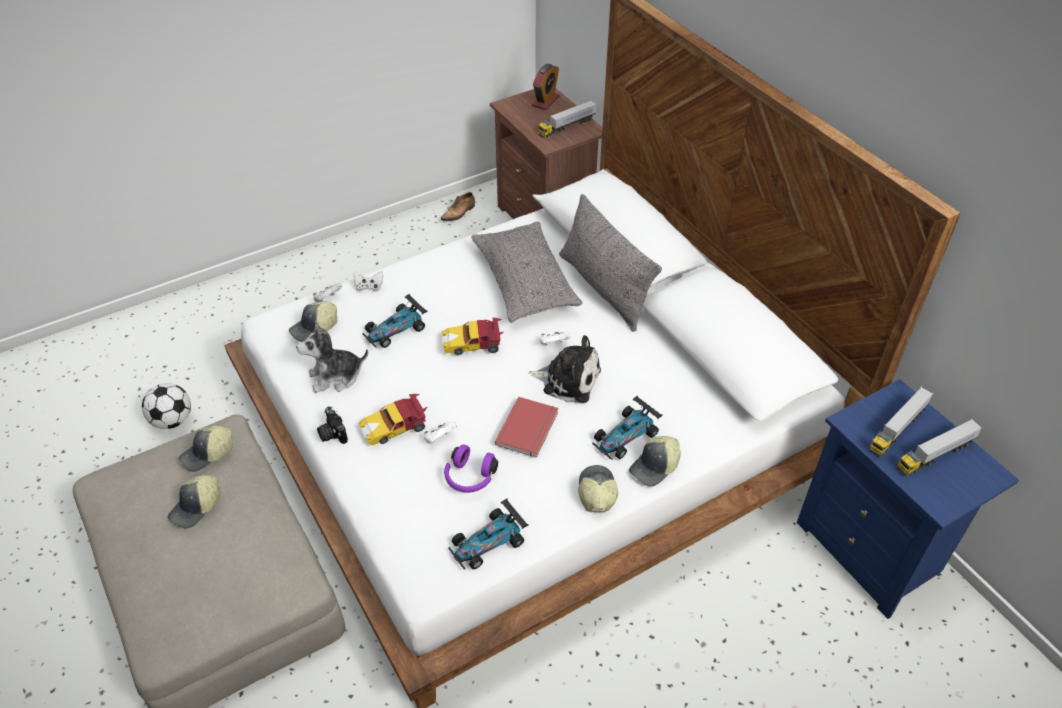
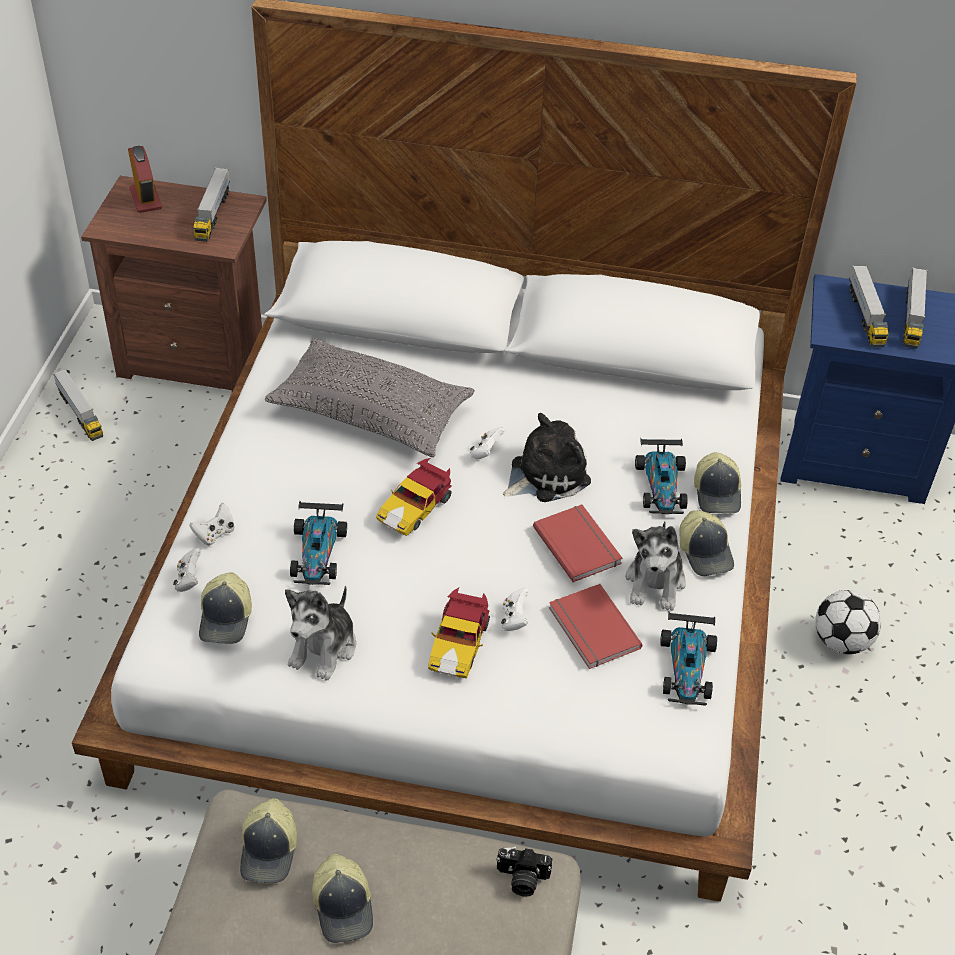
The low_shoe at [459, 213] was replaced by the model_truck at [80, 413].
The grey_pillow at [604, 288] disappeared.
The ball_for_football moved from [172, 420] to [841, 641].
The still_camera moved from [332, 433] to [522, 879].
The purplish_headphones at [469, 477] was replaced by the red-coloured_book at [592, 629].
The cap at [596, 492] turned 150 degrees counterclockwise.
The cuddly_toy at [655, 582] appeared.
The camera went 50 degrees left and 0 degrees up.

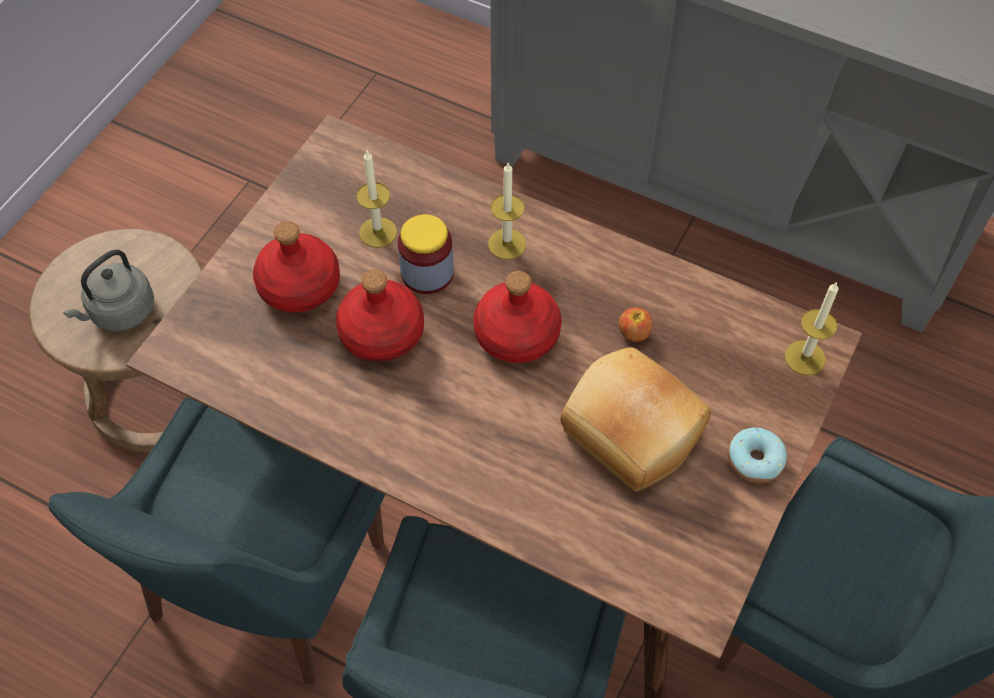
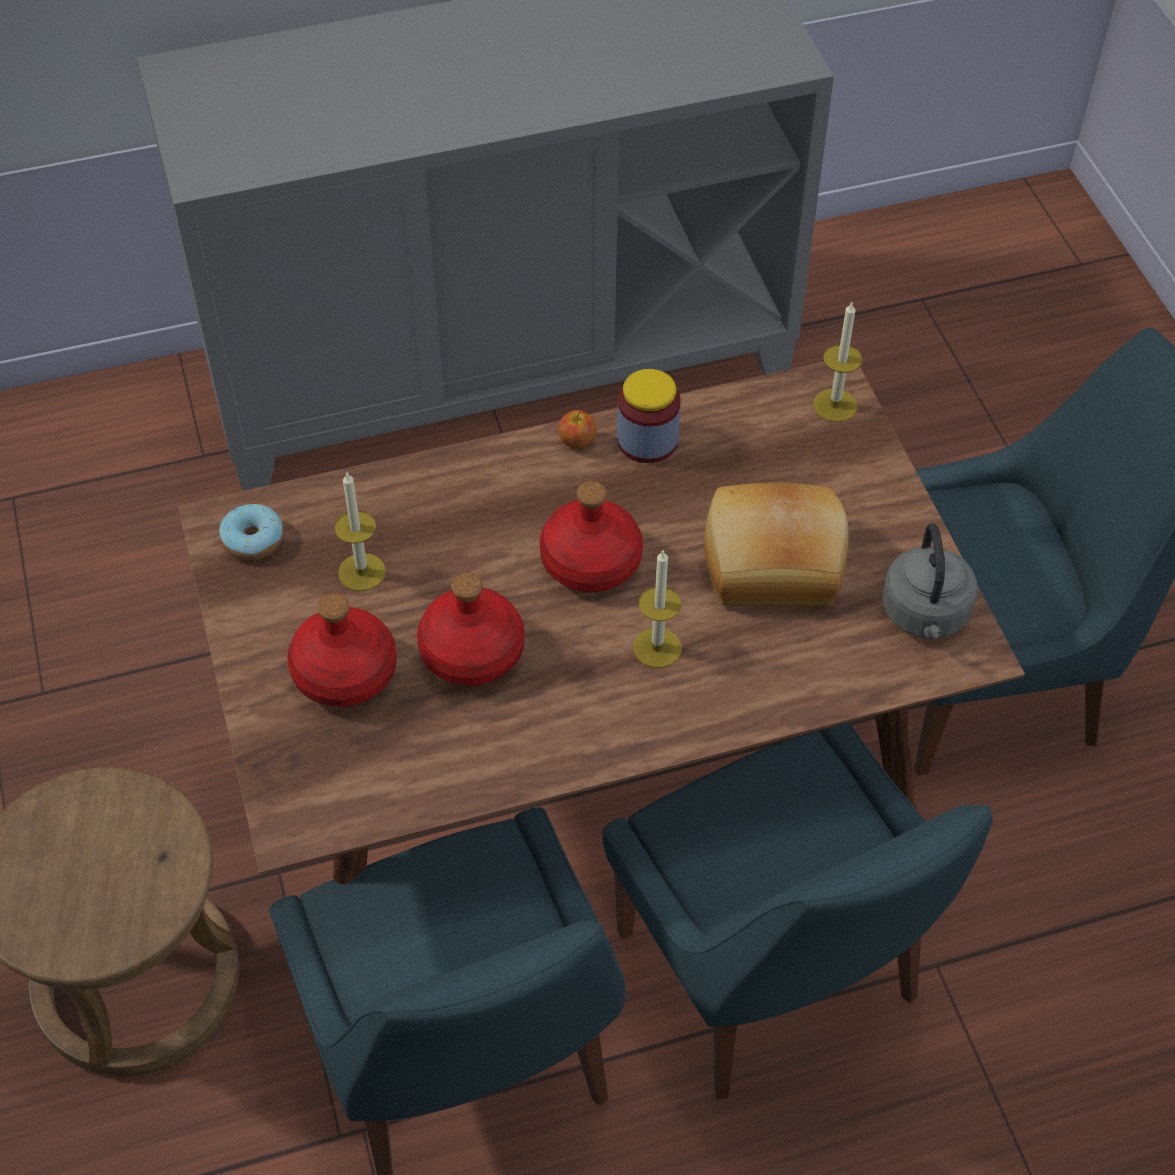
The wax_light moved from [507, 244] to [657, 648].
The preserve_jar moved from [427, 273] to [647, 440].
The grey_kettle moved from [120, 312] to [925, 615].
The whole_apple moved from [634, 333] to [577, 441].
The ring_doughnut moved from [755, 460] to [253, 540].
The camera went 45 degrees left and 5 degrees down.

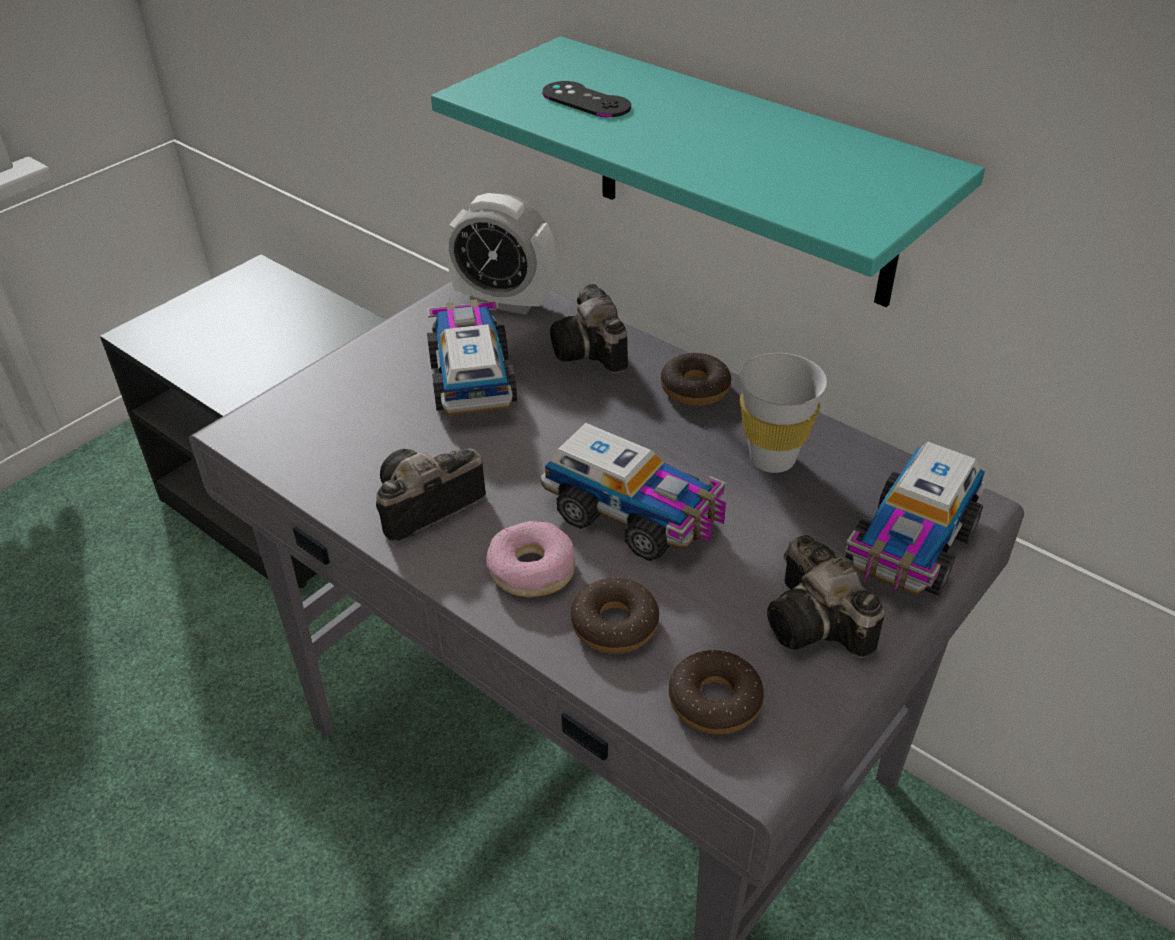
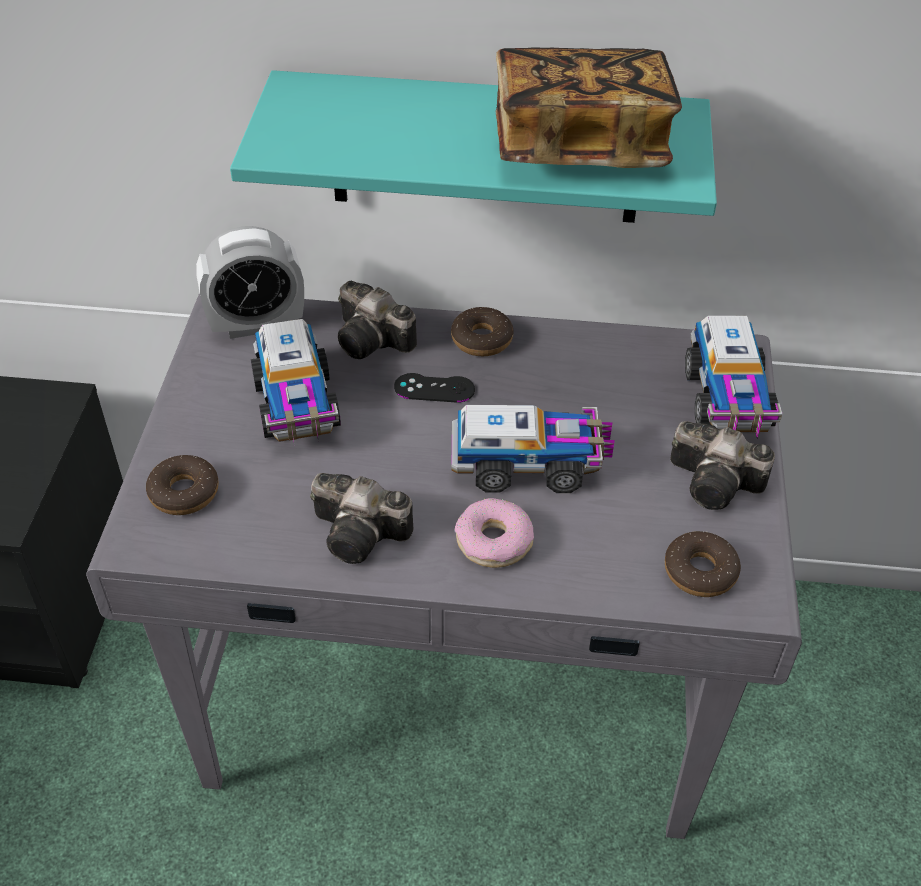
The black-coloured_joypad moved from [586, 100] to [434, 388].
The model_truck at [472, 378] turned 150 degrees counterclockwise.
The whitish_small_cup at [772, 459] disappeared.
The still_camera at [422, 508] turned 90 degrees counterclockwise.
The ring_doughnut moved from [614, 625] to [184, 492].
The book at [579, 145] appeared.
The camera went 35 degrees left and 5 degrees up.

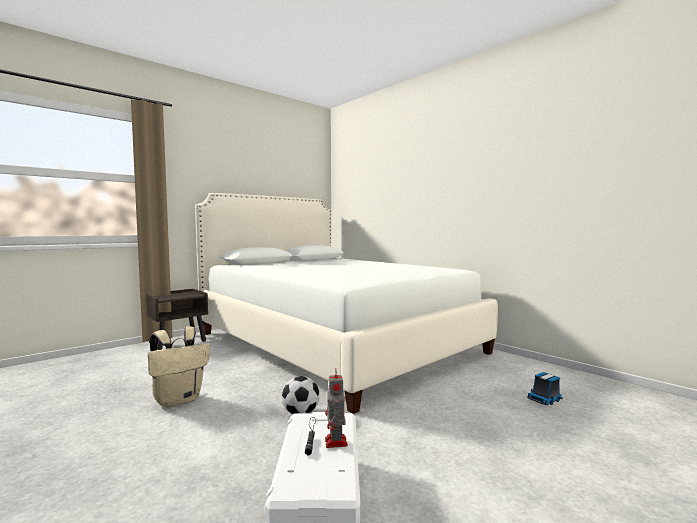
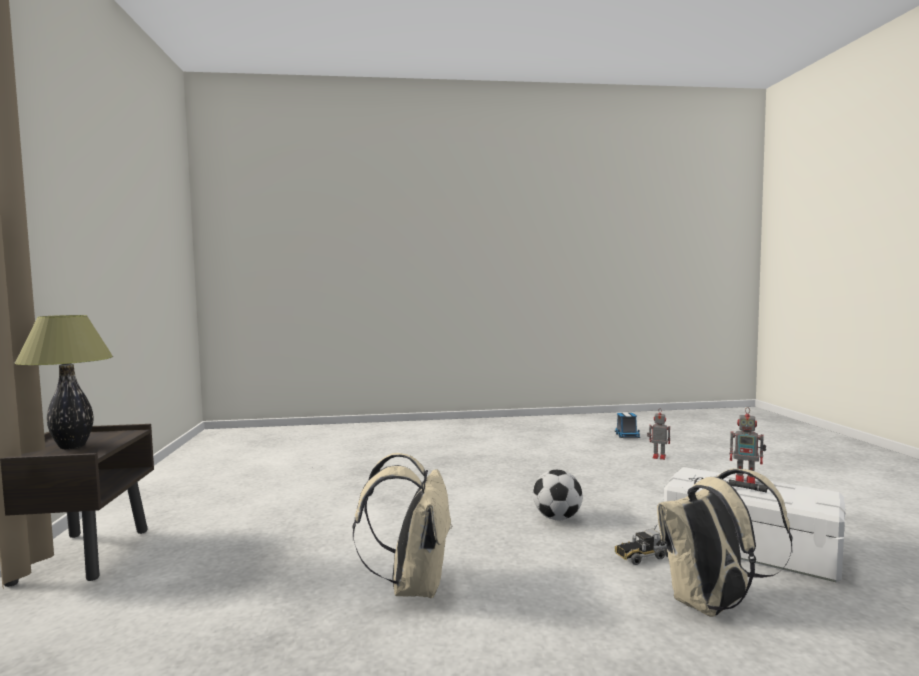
The whitish_sleeping_bed at [334, 342] disappeared.
The table_lamp at [73, 446] appeared.
The toy_robot at [658, 457] appeared.
The beige-coloured_rucksack at [712, 606] appeared.
The model_truck at [643, 556] appeared.
The camera went 55 degrees left and 0 degrees up.

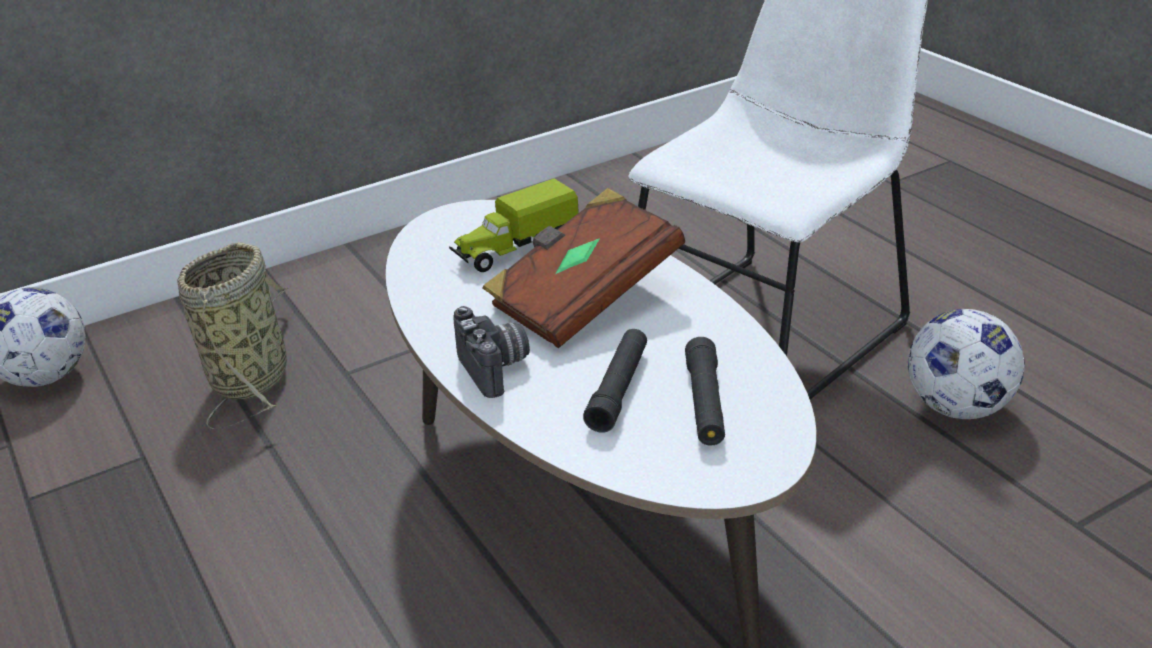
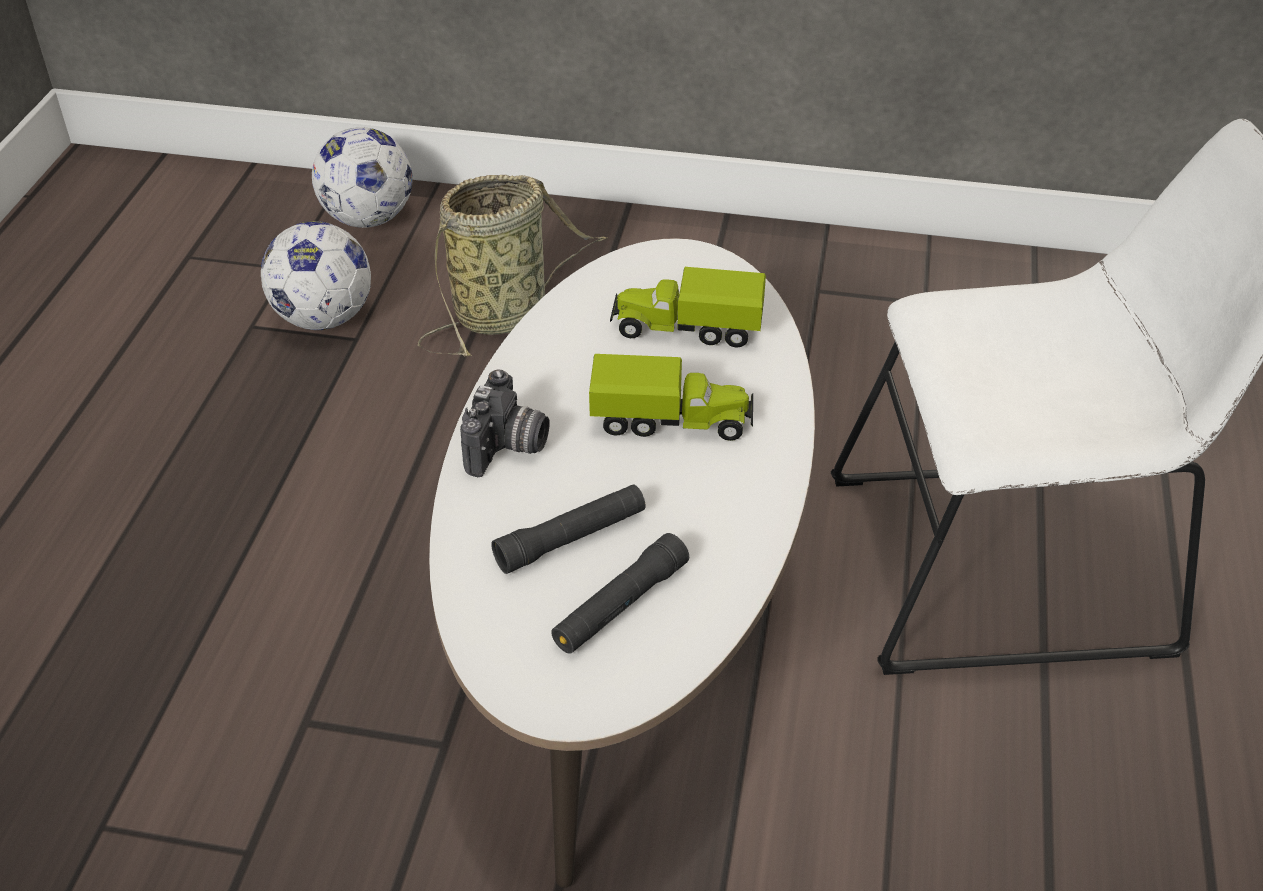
The brown_book at [583, 298] was replaced by the model_truck at [671, 421].
The ball_for_football moved from [958, 407] to [324, 318].
The camera went 40 degrees right and 10 degrees up.

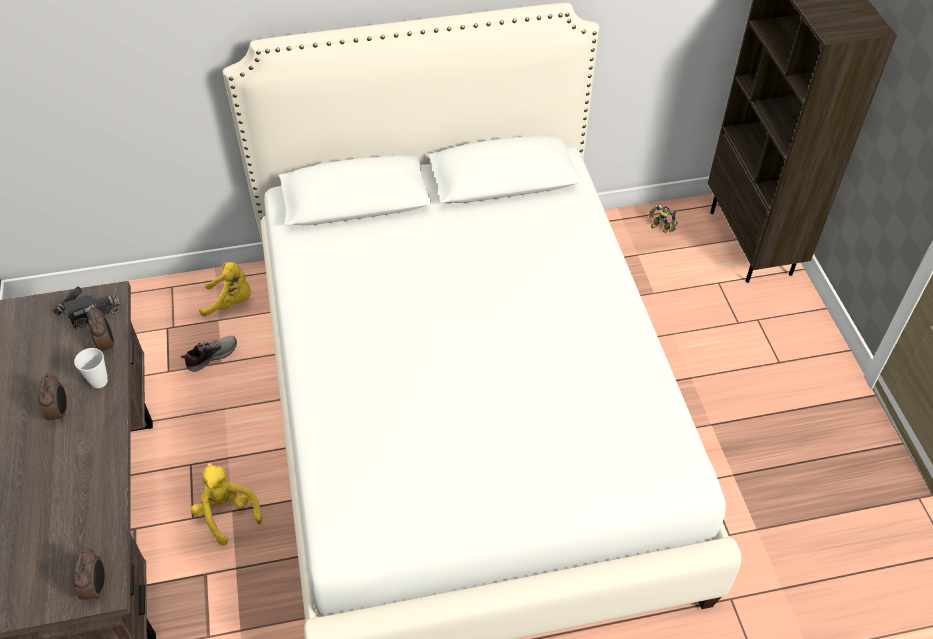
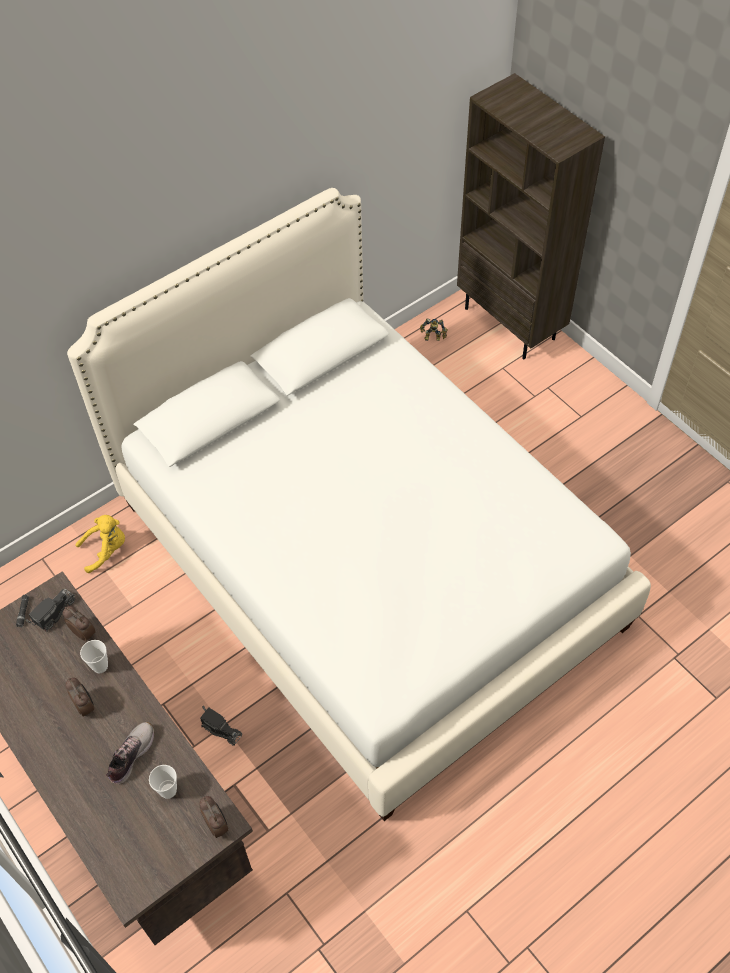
The low_shoe moved from [211, 356] to [130, 755].
The yellow_cuddly_toy at [227, 513] was replaced by the model_truck at [220, 729].
The small_cup at [168, 791] appeared.
The camera went 25 degrees left and 5 degrees up.

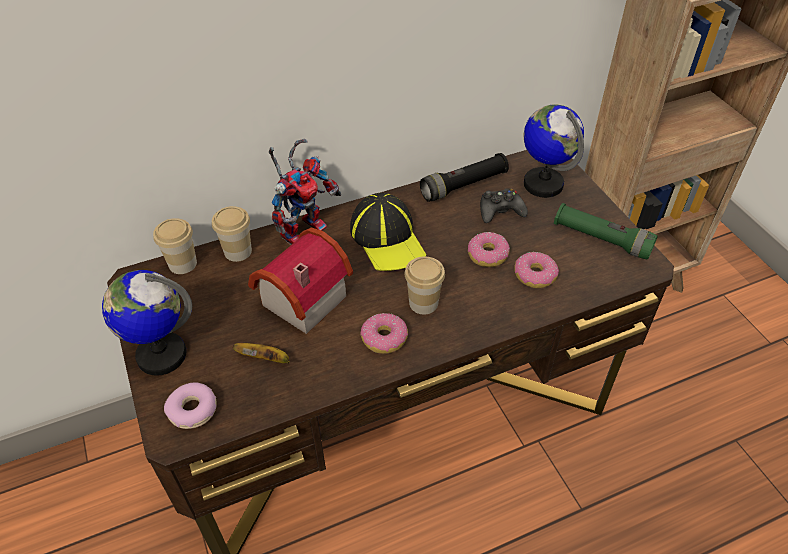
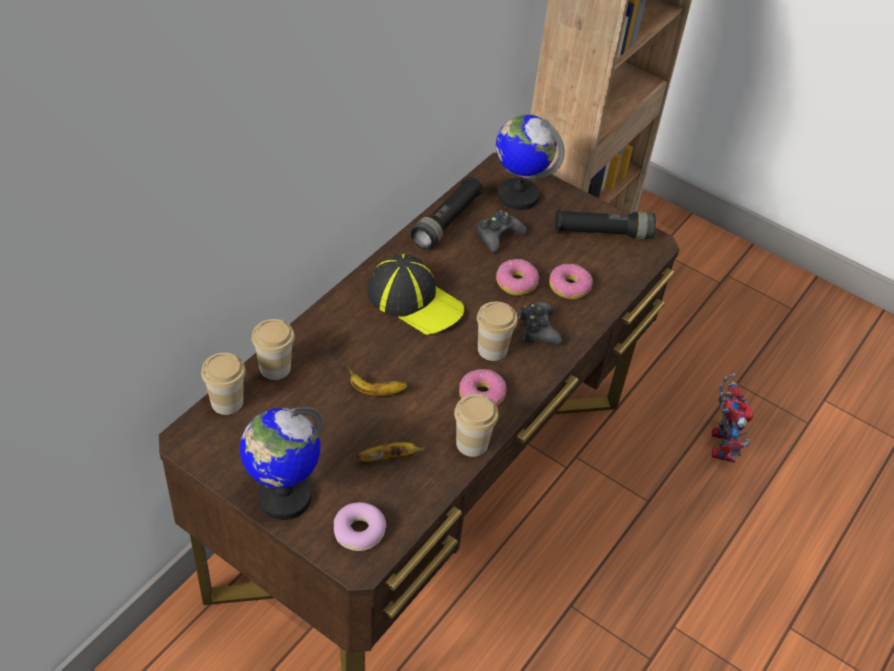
The toy_robot moved from [304, 228] to [719, 442].
The green-coloured_flashlight at [601, 239] became the black-coloured_flashlight at [602, 233].
The miniature_house at [299, 299] was replaced by the banana_fruit at [375, 391].
The black-coloured_joypad at [538, 329] appeared.
The small_cup at [472, 443] appeared.
The camera went 35 degrees left and 0 degrees up.

